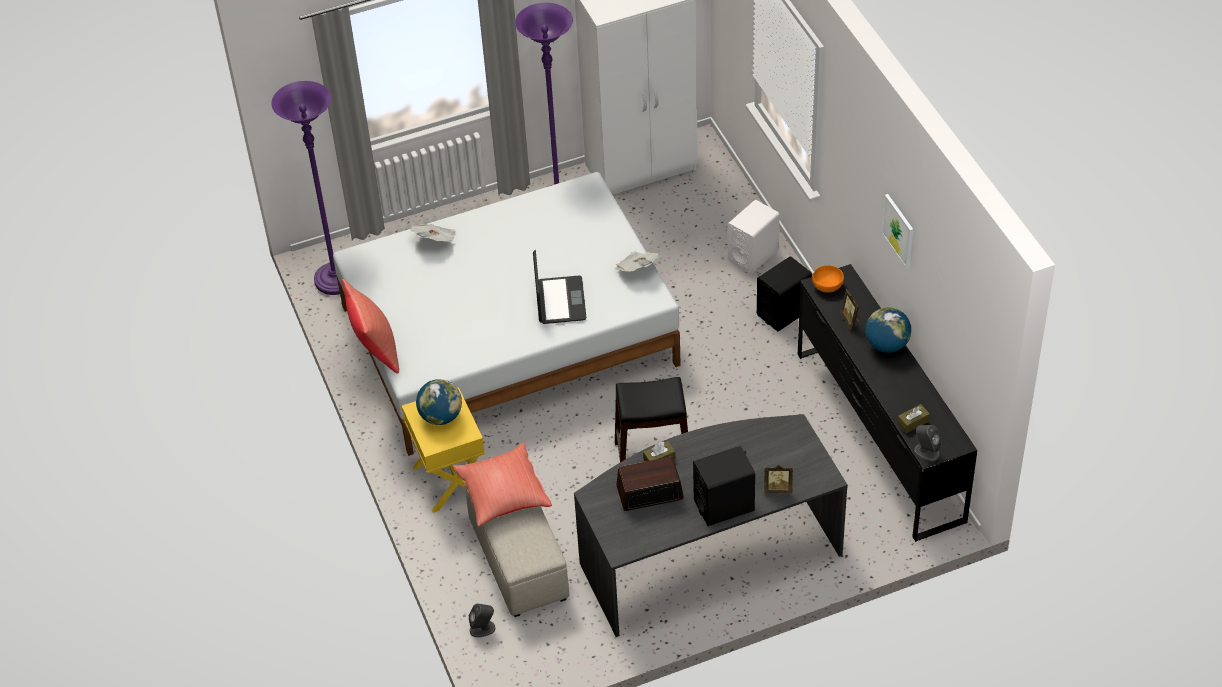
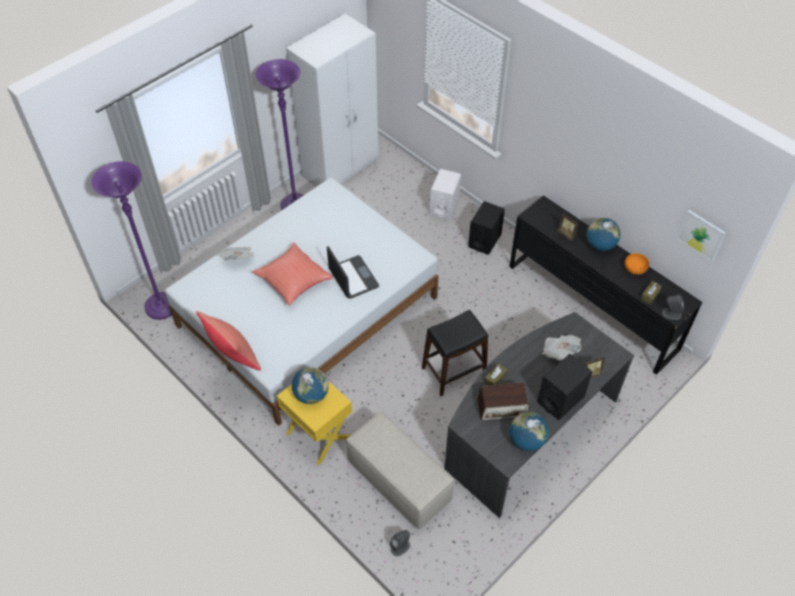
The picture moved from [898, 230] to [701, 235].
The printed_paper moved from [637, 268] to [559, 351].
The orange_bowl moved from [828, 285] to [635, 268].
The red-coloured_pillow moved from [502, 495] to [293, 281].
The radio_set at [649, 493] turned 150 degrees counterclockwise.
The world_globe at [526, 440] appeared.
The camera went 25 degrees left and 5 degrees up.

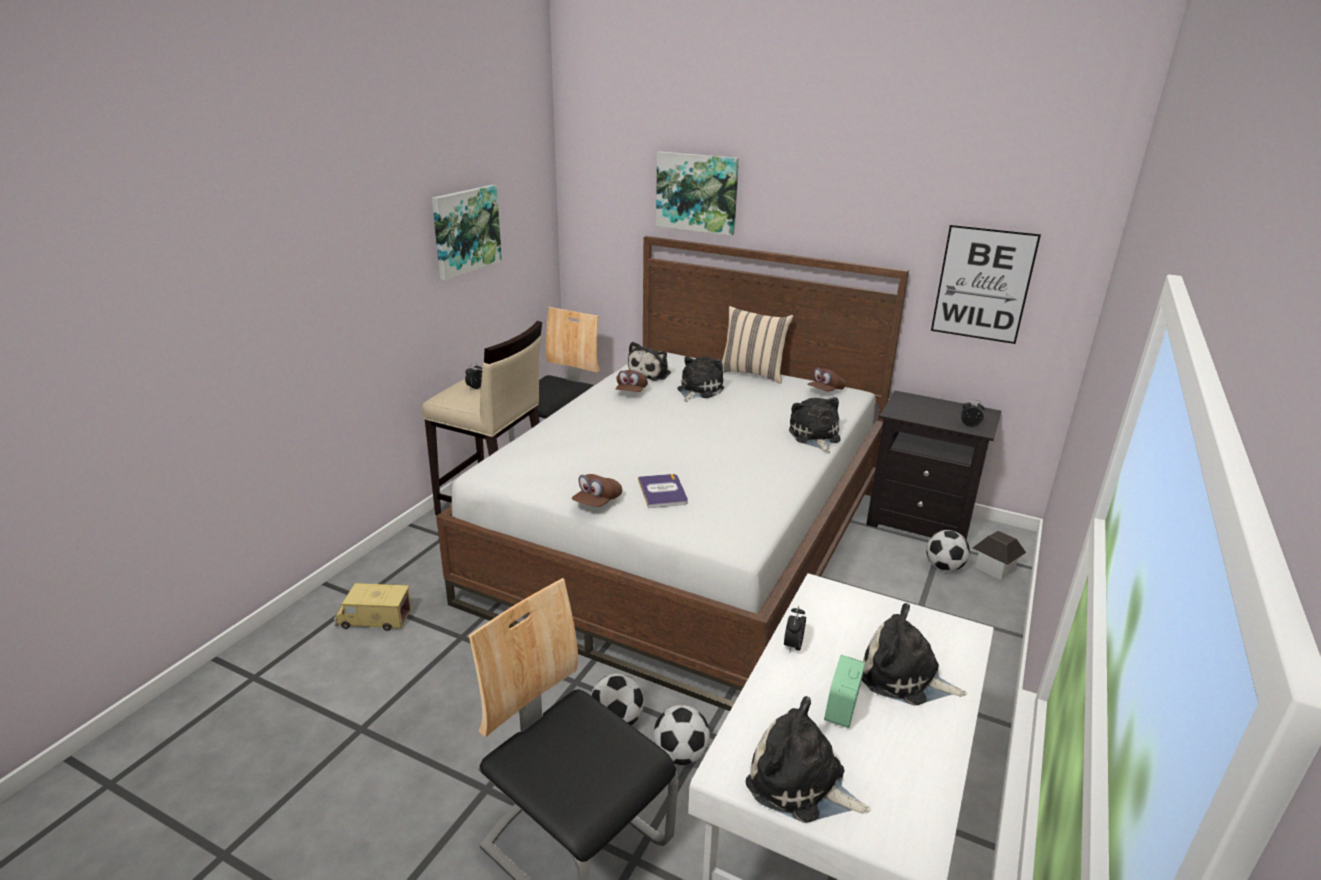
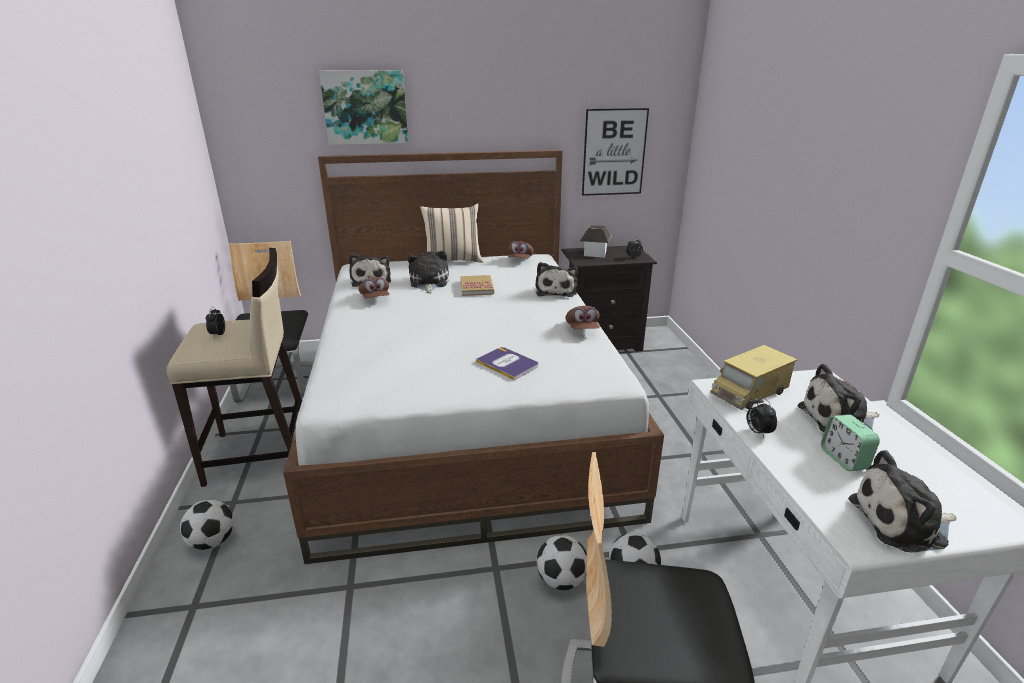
The picture at [465, 230] disappeared.
The cuddly_toy at [815, 436] turned 135 degrees counterclockwise.
The brown_cap moved from [597, 502] to [582, 329].
The ball_for_football moved from [944, 567] to [213, 542].
The miniature_house moved from [994, 567] to [594, 253].
The model_truck moved from [374, 619] to [750, 392].
The book at [476, 287] appeared.
The camera went 35 degrees left and 0 degrees up.

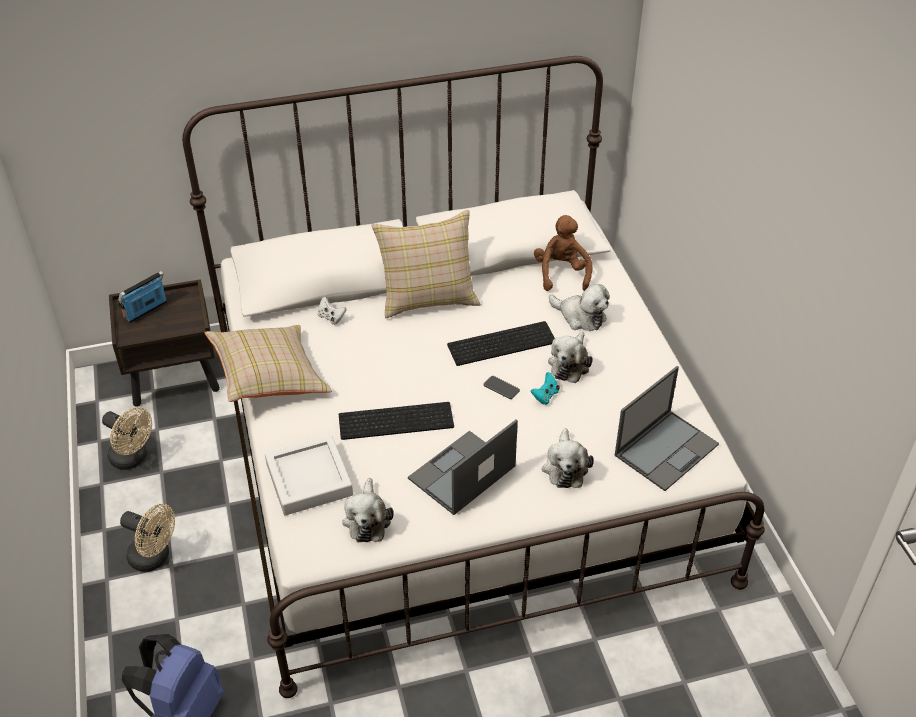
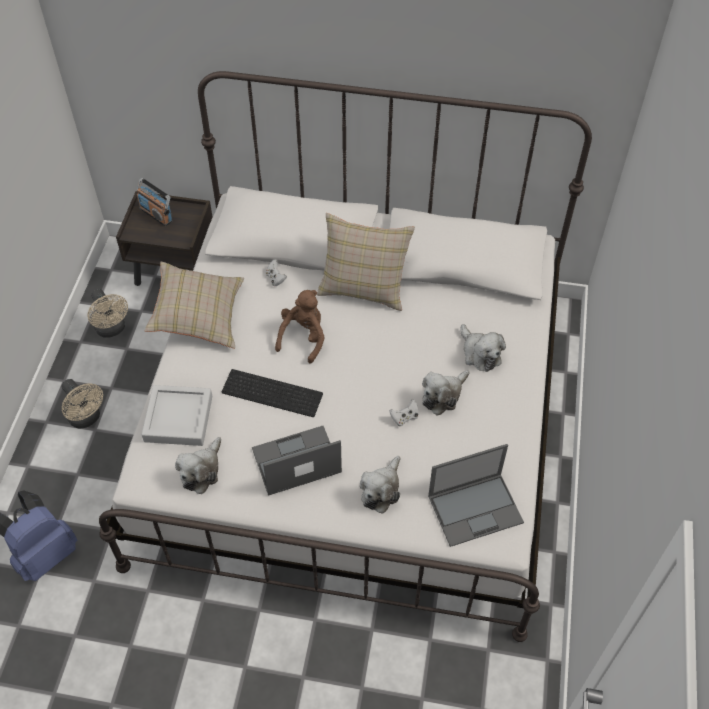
The brown_cuddly_toy moved from [561, 273] to [303, 337].
The radio_set at [146, 310] turned 120 degrees counterclockwise.
The PC_keyboard at [502, 342] disappeared.
The turquoise_joypad at [545, 396] became the whitish_joypad at [404, 417].
The telephone at [501, 388] disappeared.
The camera went 25 degrees right and 10 degrees up.

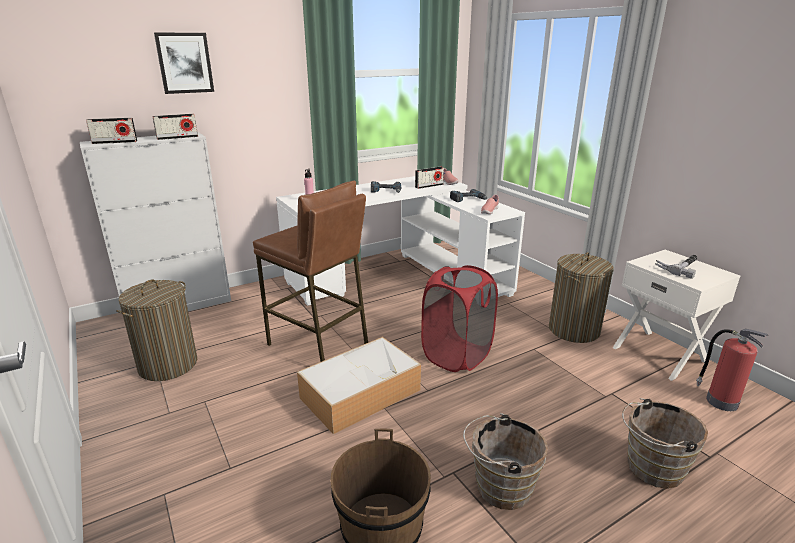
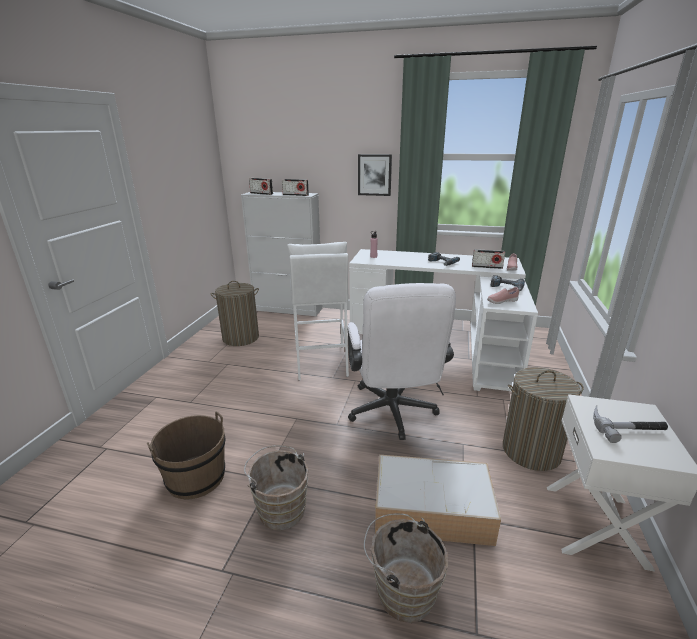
The picture moved from [184, 63] to [374, 175].
The brown_sitting_stool at [318, 344] became the whitish_sitting_stool at [321, 362].
The red-coloured_hamper at [457, 355] was replaced by the whitish_desk_chair at [393, 414].
The fire-fighting_cylinder at [720, 401] disappeared.
The storage_container moved from [361, 393] to [434, 509].
The camera went 45 degrees right and 0 degrees up.

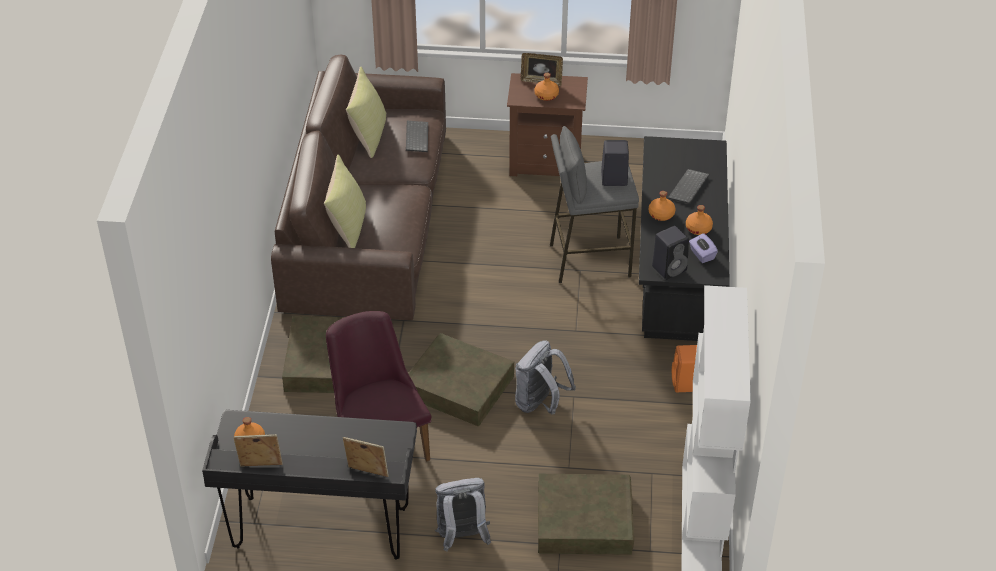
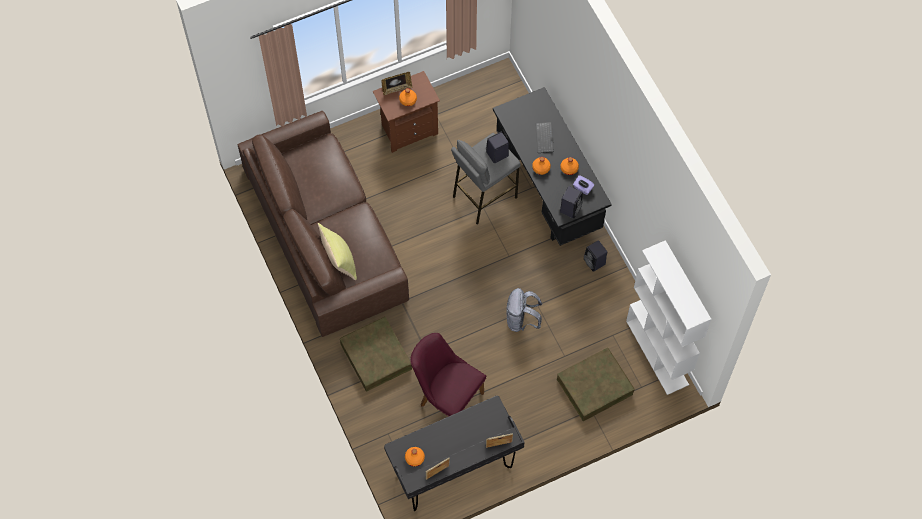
The yellow_pillow at [368, 135] disappeared.
The PC_keyboard at [416, 137] disappeared.
The brown_storage_container at [459, 386] disappeared.
The orange_loudspeaker at [685, 384] became the black-coloured_loudspeaker at [595, 262].
The grey_rucksack at [462, 537] disappeared.
The camera went 30 degrees left and 20 degrees up.

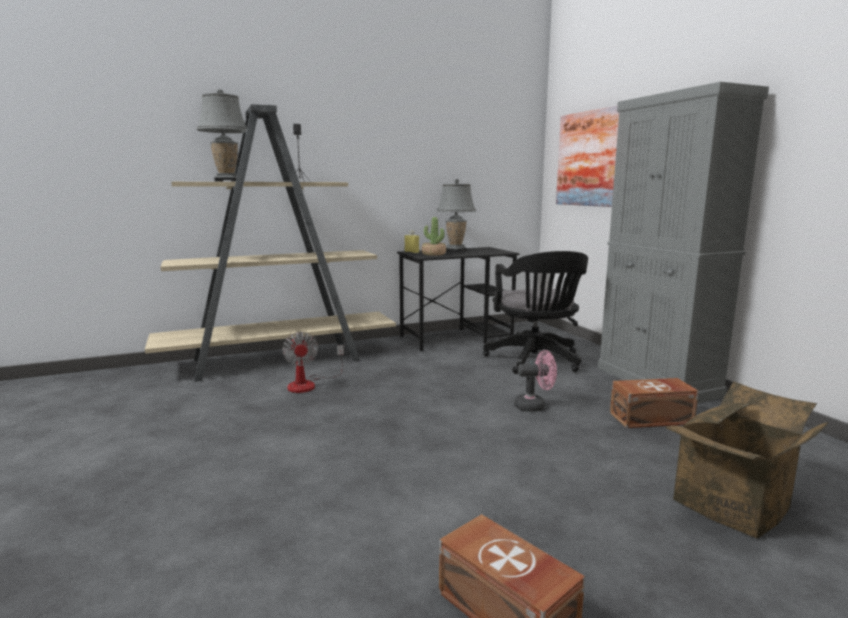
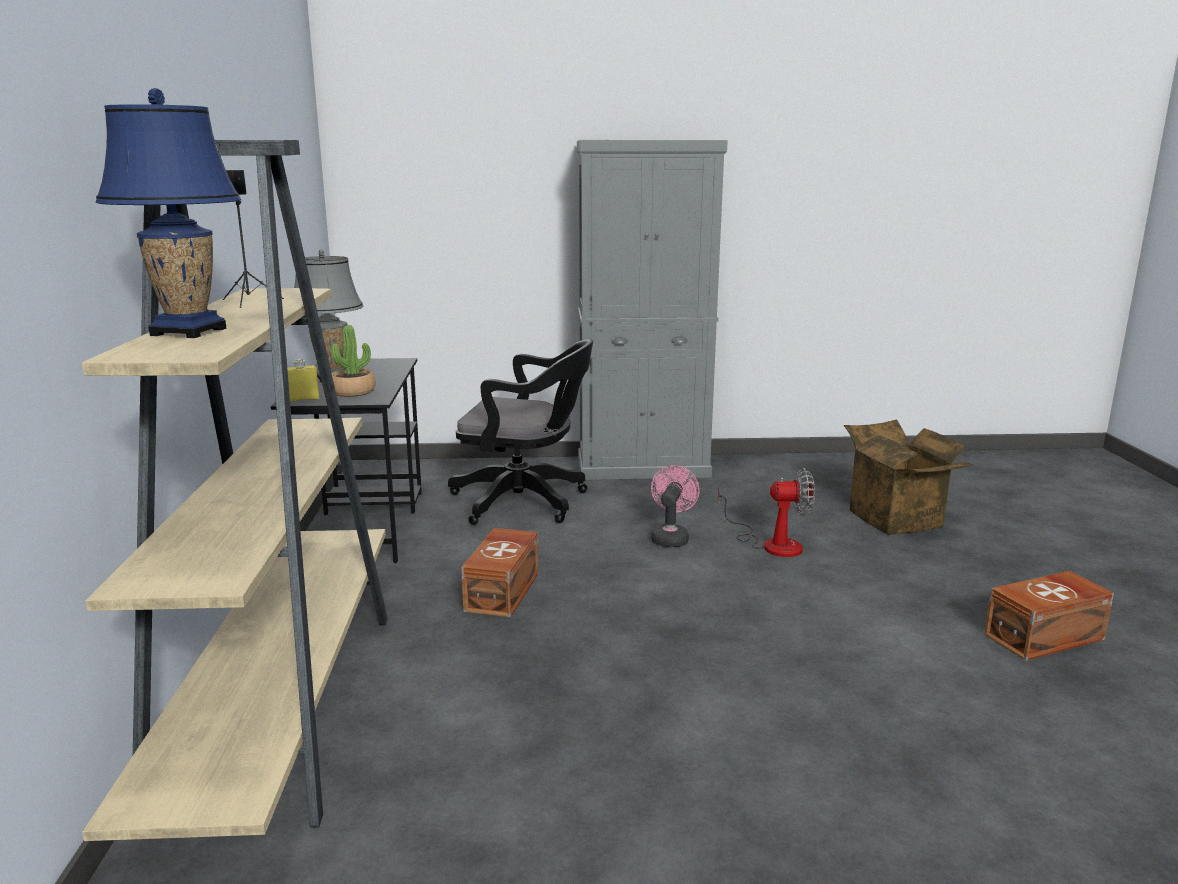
The grey_table_lamp at [227, 181] became the blue-coloured_table_lamp at [189, 332].
The picture at [589, 159] disappeared.
The electric_fan moved from [309, 384] to [771, 544].
The brown_storage_container moved from [652, 419] to [504, 591].
The camera went 70 degrees left and 5 degrees up.

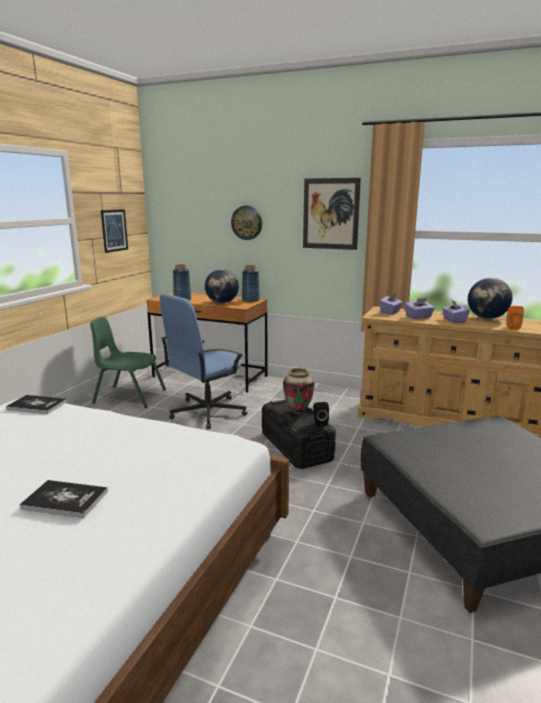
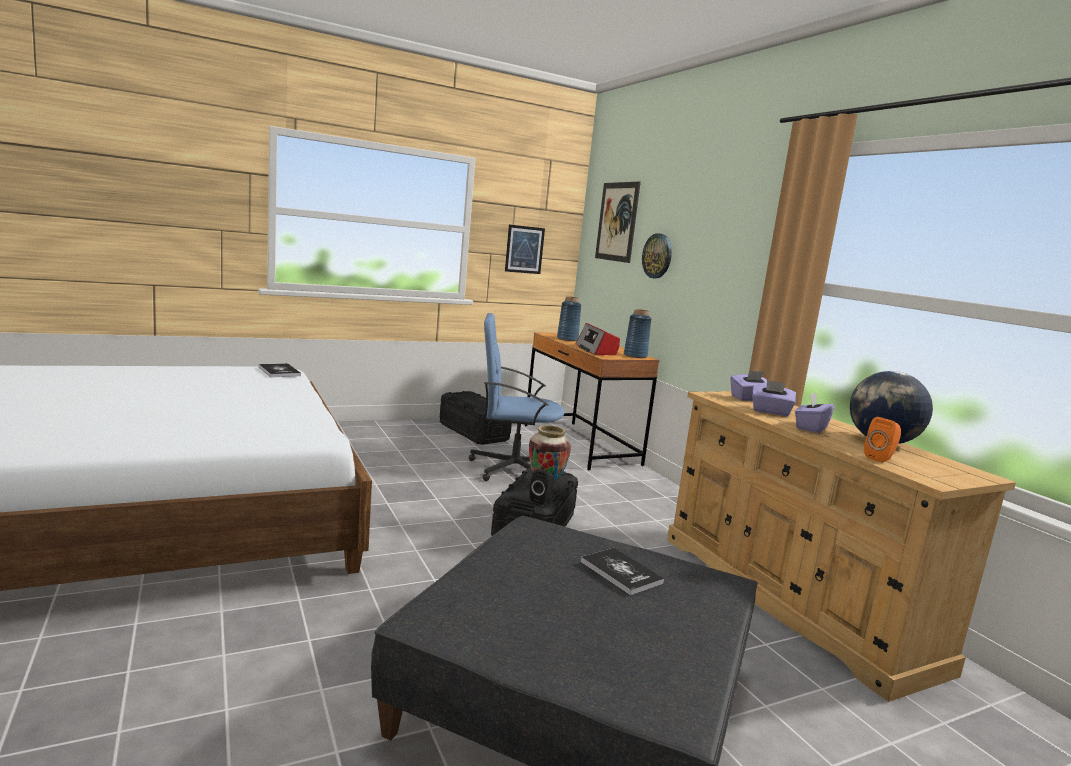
The picture moved from [330, 214] to [617, 221].
The world_globe at [222, 303] was replaced by the radio_set at [596, 350].
The green-coloured_plain_chair at [129, 396] was replaced by the black-coloured_storage_container at [473, 432].
The book moved from [65, 500] to [621, 572].
The camera went 40 degrees right and 5 degrees down.

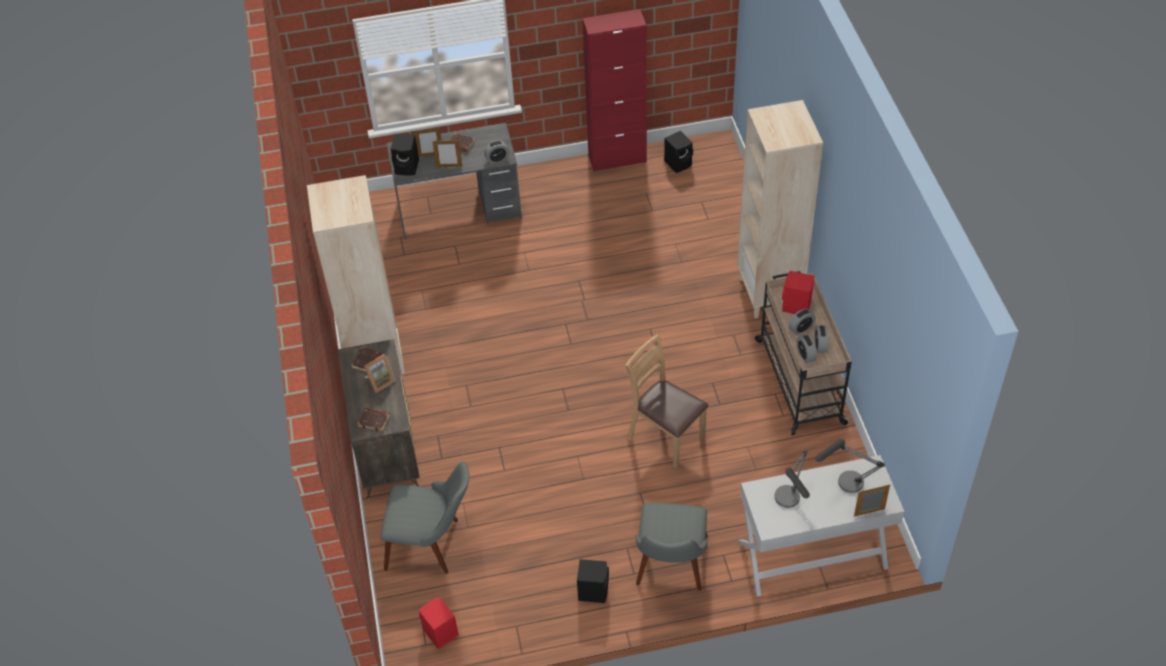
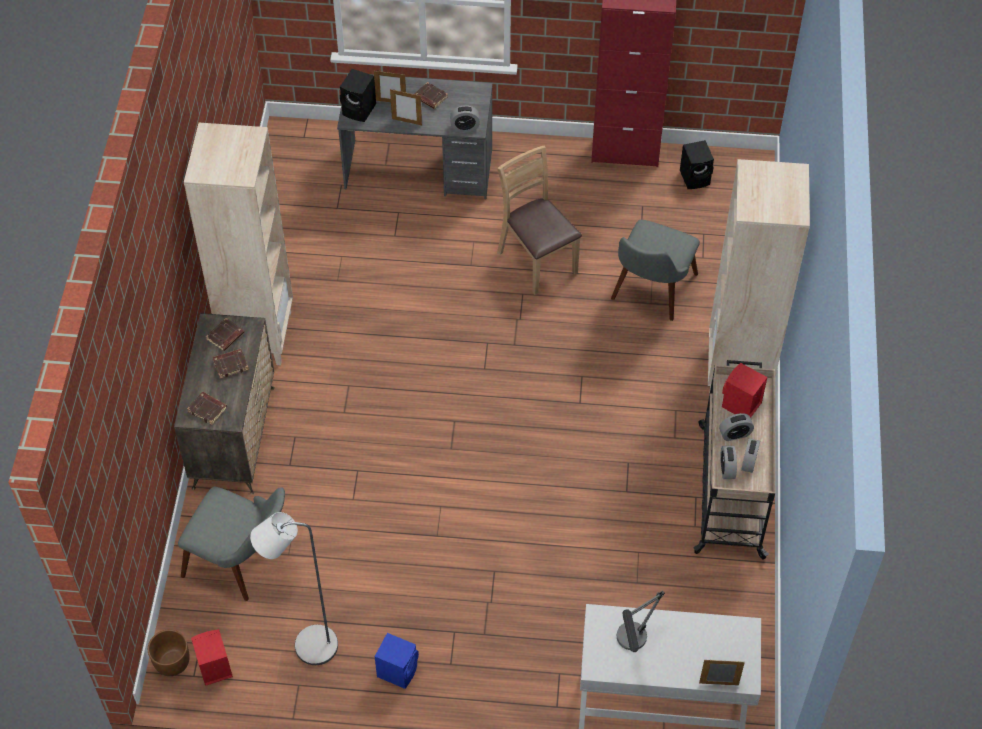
The brown_plain_chair moved from [665, 437] to [537, 261].
The picture_frame at [380, 381] was replaced by the brown_book at [231, 364].
The table_lamp at [844, 485] disappeared.
The grey_plain_chair moved from [670, 569] to [649, 294].
The black-coloured_loudspeaker at [593, 590] became the blue-coloured_loudspeaker at [398, 670].
The grey_floor_lamp at [307, 647] appeared.
The brown_flower_pot at [172, 662] appeared.
The camera went 15 degrees right and 5 degrees up.

